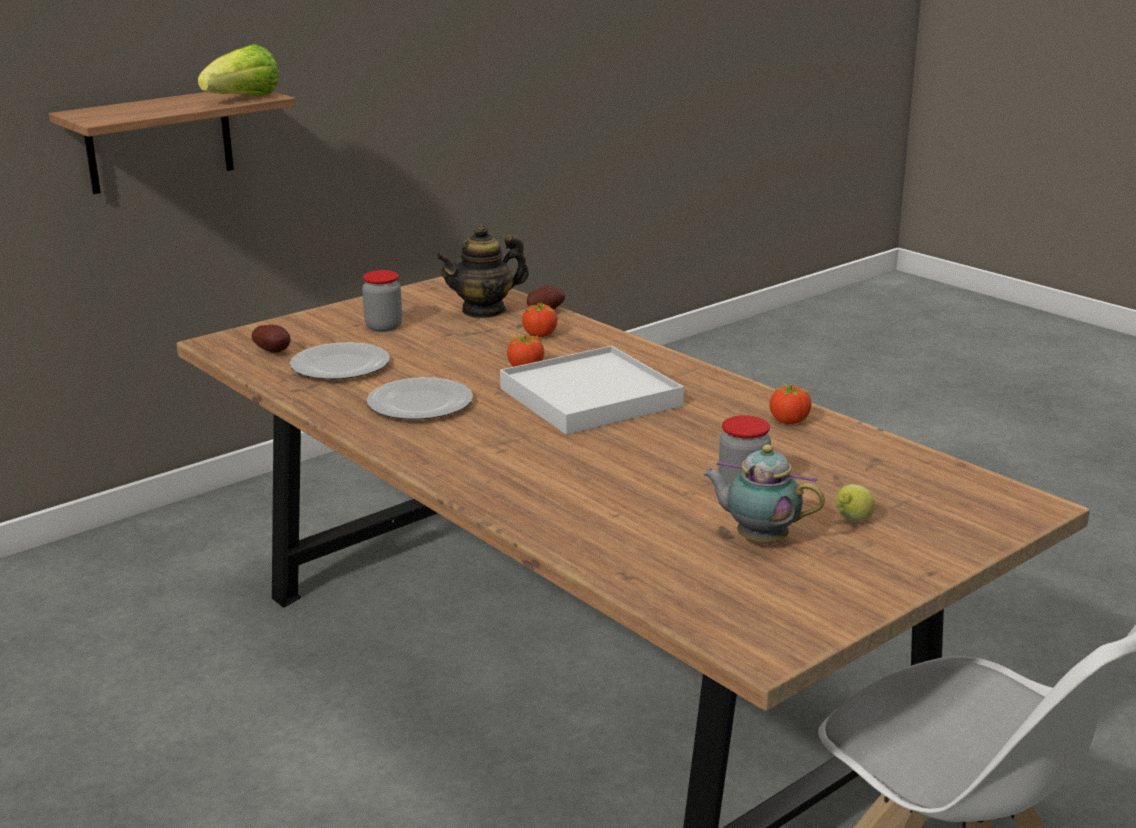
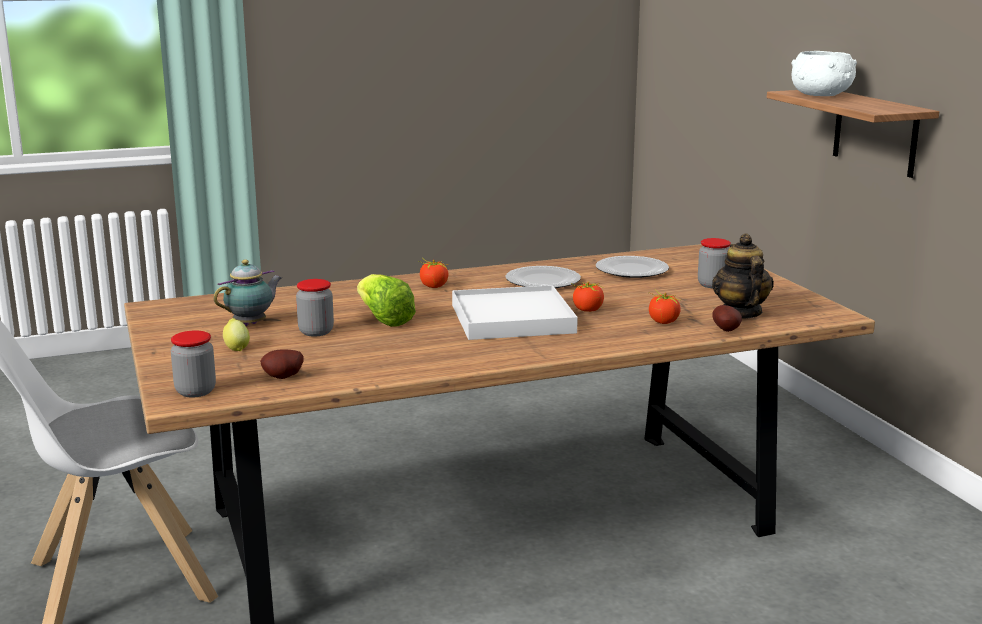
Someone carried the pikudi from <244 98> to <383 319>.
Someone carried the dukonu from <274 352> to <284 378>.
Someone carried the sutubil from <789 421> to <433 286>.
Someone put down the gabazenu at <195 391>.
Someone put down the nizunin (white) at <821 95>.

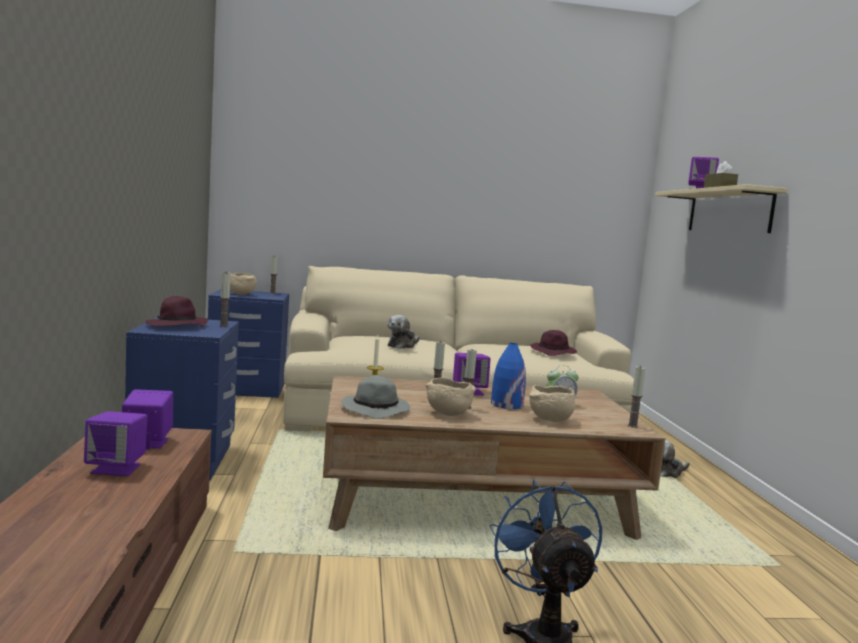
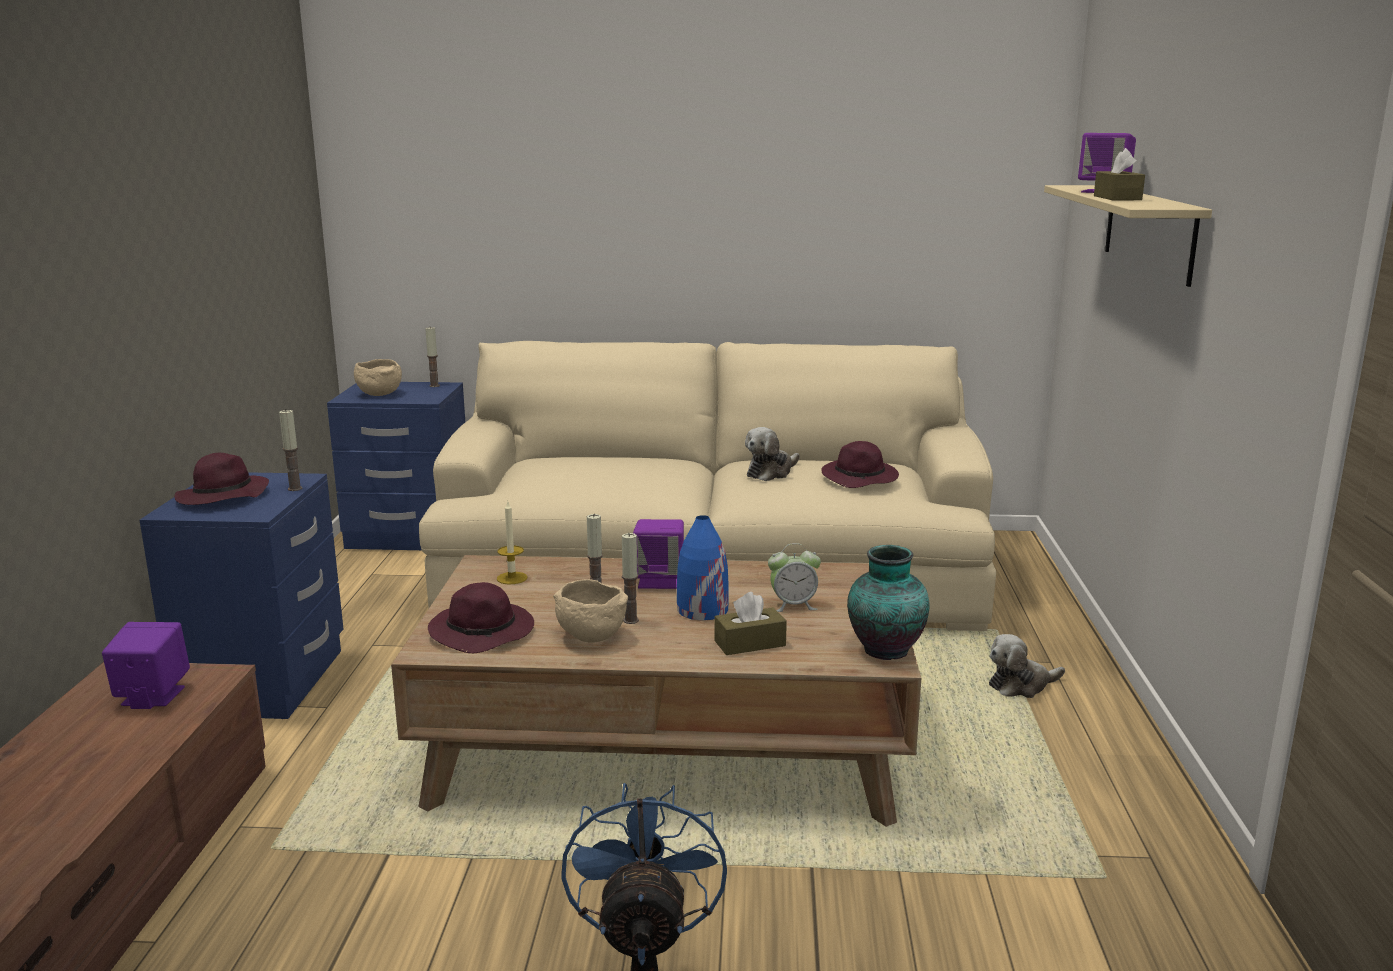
Someone took away the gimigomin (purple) at <117 468>.
Someone repainted the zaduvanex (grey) at <376 409>, which became the zaduvanex (purple) at <483 632>.
Someone carried the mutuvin from <402 345> to <771 472>.
Someone swapped the nizunin (beige) at <549 420> for the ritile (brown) at <750 643>.
Someone swapped the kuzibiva at <632 426> for the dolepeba at <884 651>.

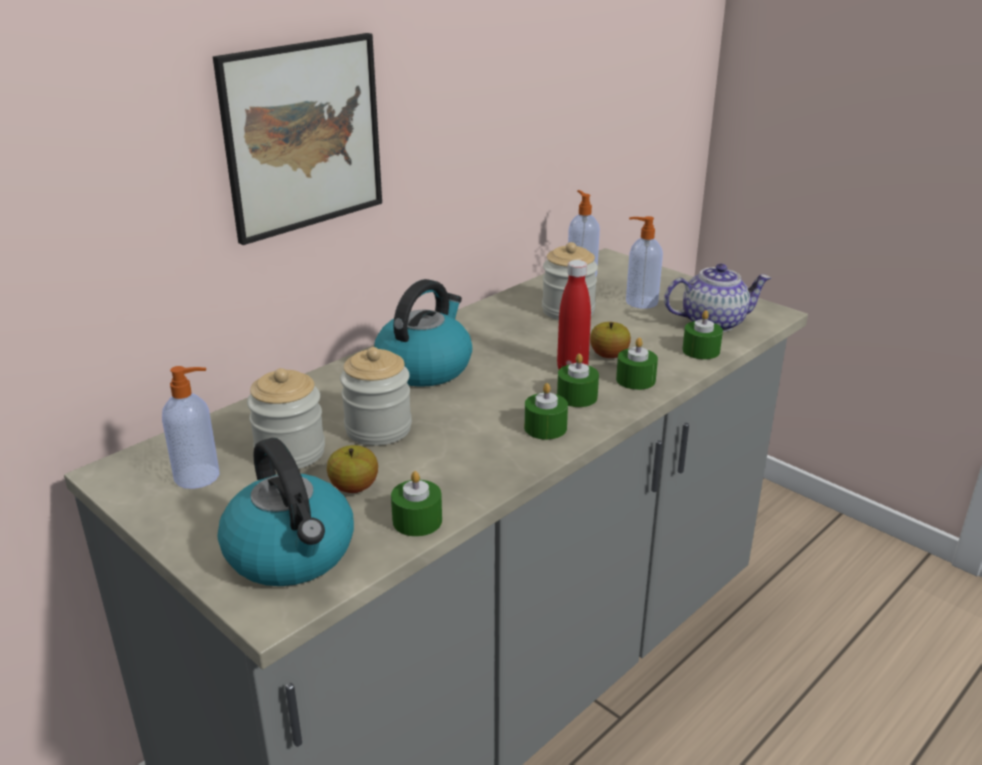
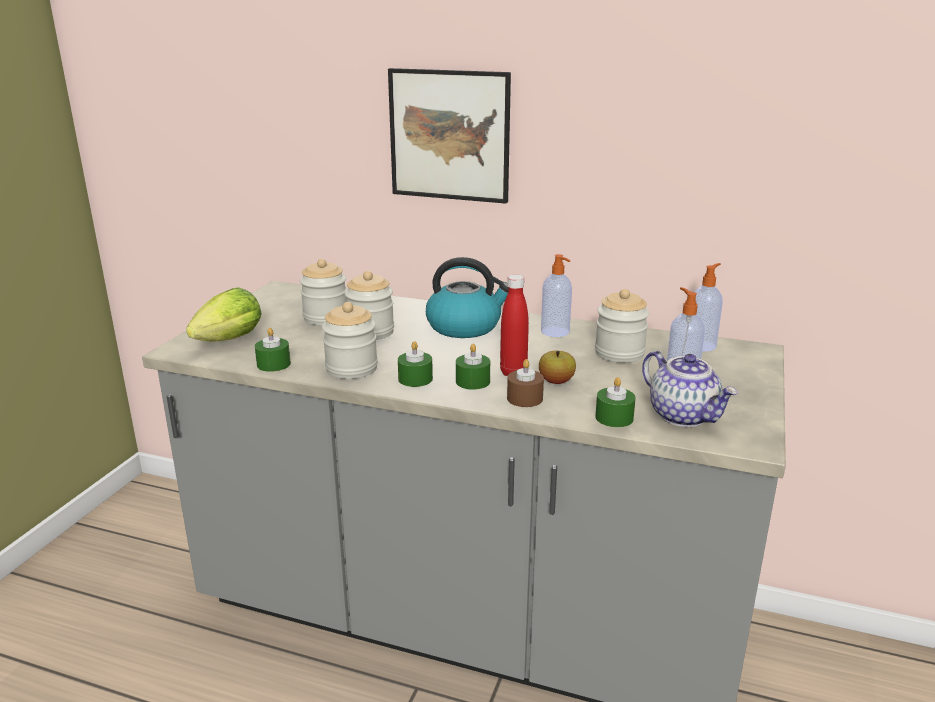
Someone carried the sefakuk from <199 476> to <555 332>.
Someone swapped the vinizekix at <292 553> for the pikudi at <225 342>.
Someone took away the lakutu at <354 487>.
Someone repainted the kuzibiva (green) at <635 380>, which became the kuzibiva (brown) at <524 398>.
Someone put down the gabazenu at <351 368>.

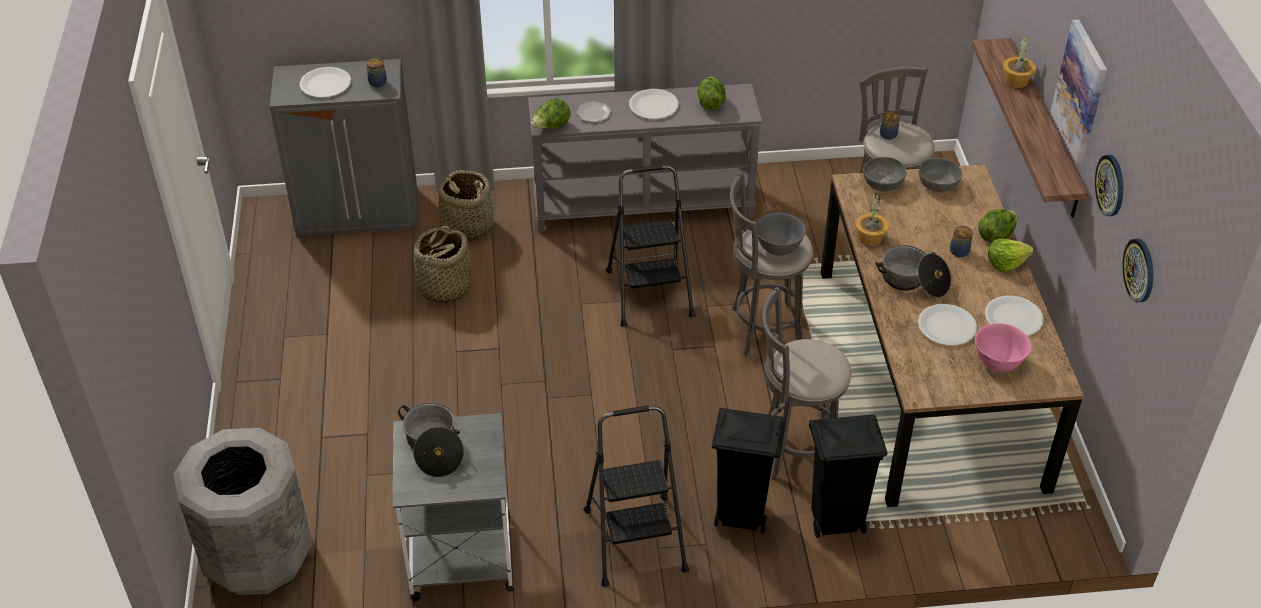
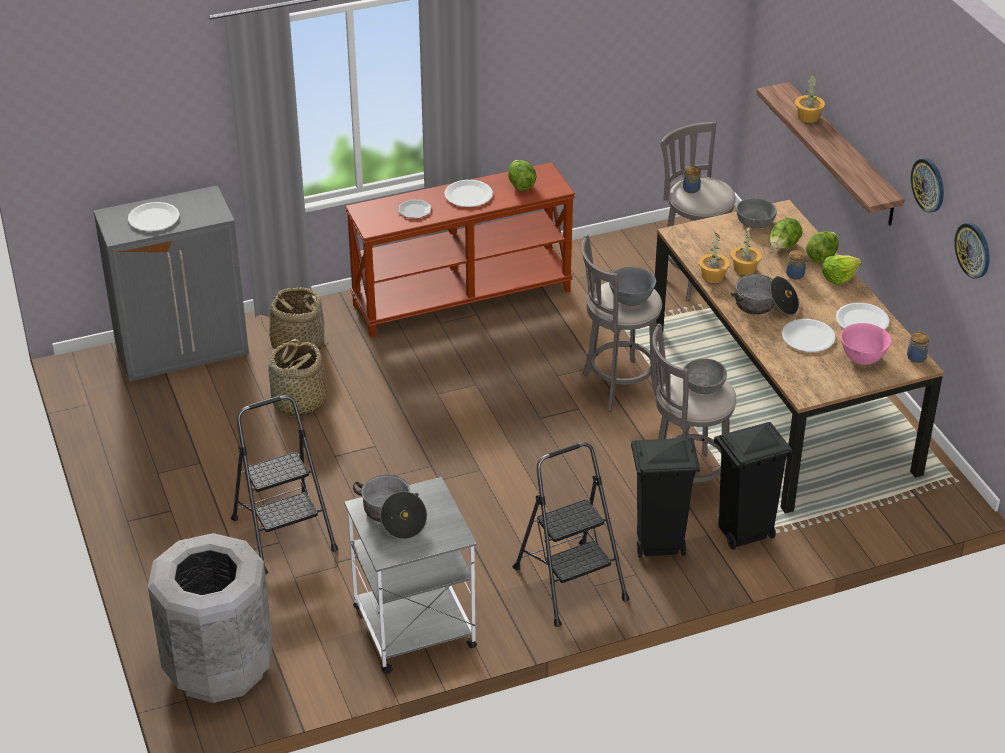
Someone carried the gabazenu from <378 83> to <917 358>.
Someone repainted the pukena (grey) at <643 204>, which became the pukena (brown) at <462 297>.
Someone carried the pikudi from <551 127> to <783 247>.
Someone carried the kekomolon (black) from <649 290> to <283 531>.
Someone carried the nizunin (grey) from <882 183> to <703 386>.
Someone took away the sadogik at <1080 91>.
Someone put down the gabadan at <745 269>.

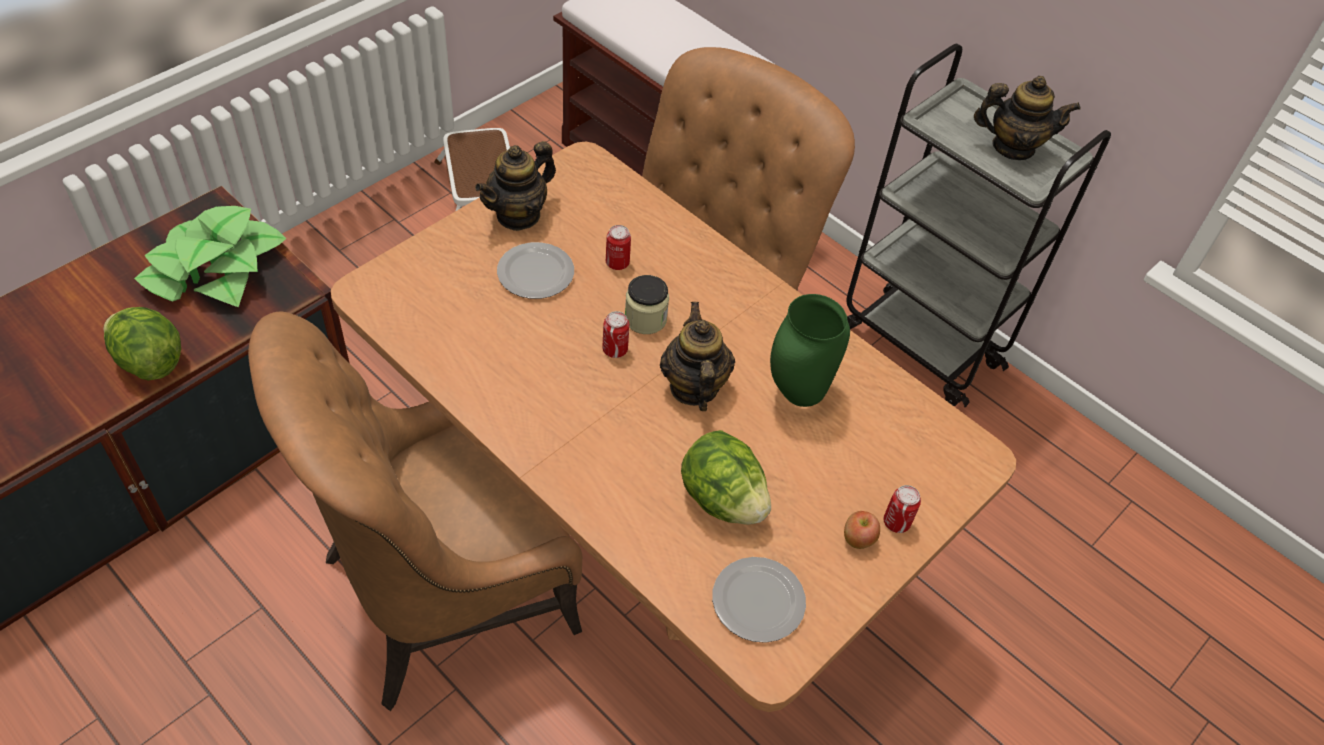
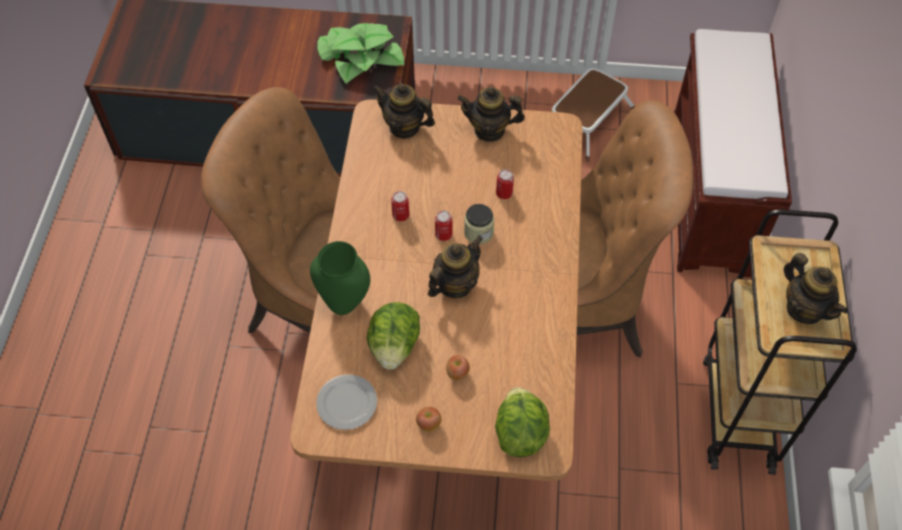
Someone carried the pikudi from <149 361> to <520 432>.
Someone took away the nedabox at <535 274>.
Someone carried the dolepeba (green) from <796 393> to <345 303>.
Someone repainted the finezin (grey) at <922 346>, which became the finezin (brown) at <738 414>.
Someone carried the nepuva from <896 522> to <400 215>.
Someone put down the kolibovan at <404 127>.
Someone put down the lakutu at <457 373>.

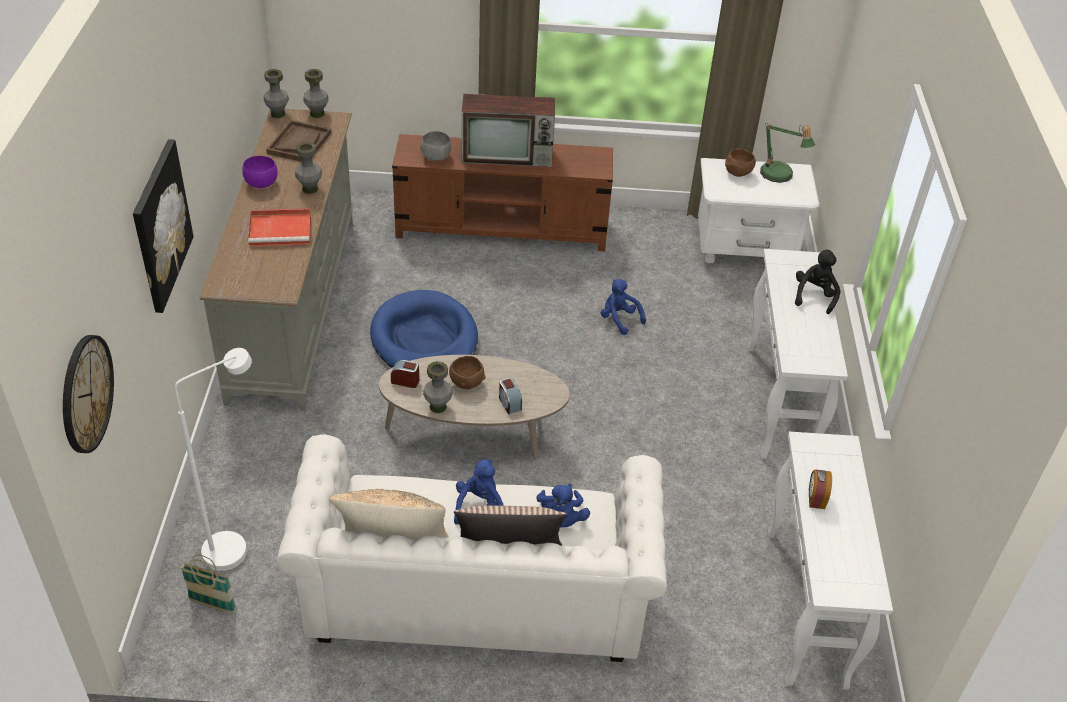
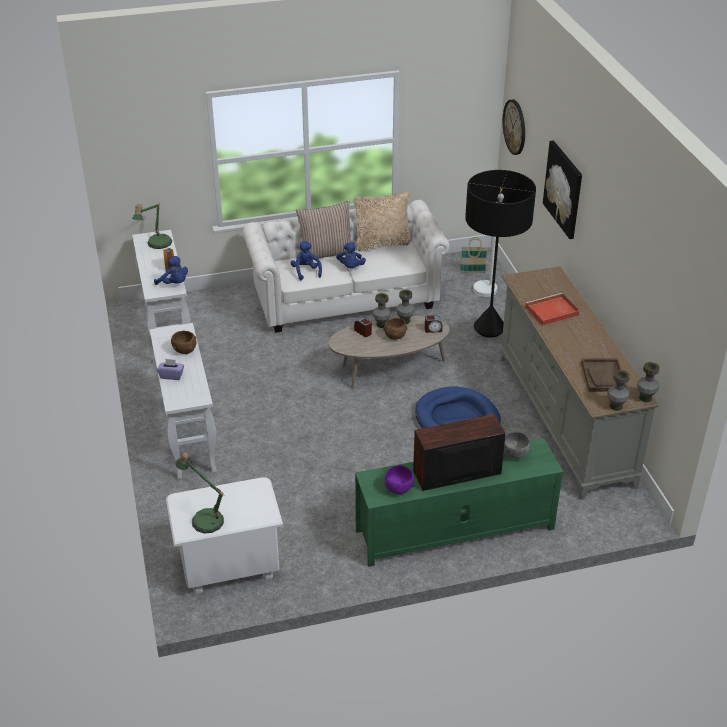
Someone carried the nizunin (purple) from <261 183> to <399 489>.
Someone carried the dolepeba (grey) from <309 189> to <381 324>.
Someone repainted the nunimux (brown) at <502 228>, which became the nunimux (green) at <454 530>.
Someone carried the mutuvin (blue) from <619 319> to <174 283>.
Someone carried the nizunin (brown) from <738 173> to <184 350>.
Someone swapped the mutuvin (black) at <814 296> for the ritile (purple) at <171 375>.
Someone put down the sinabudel at <156 244>.
Someone put down the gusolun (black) at <489 330>.

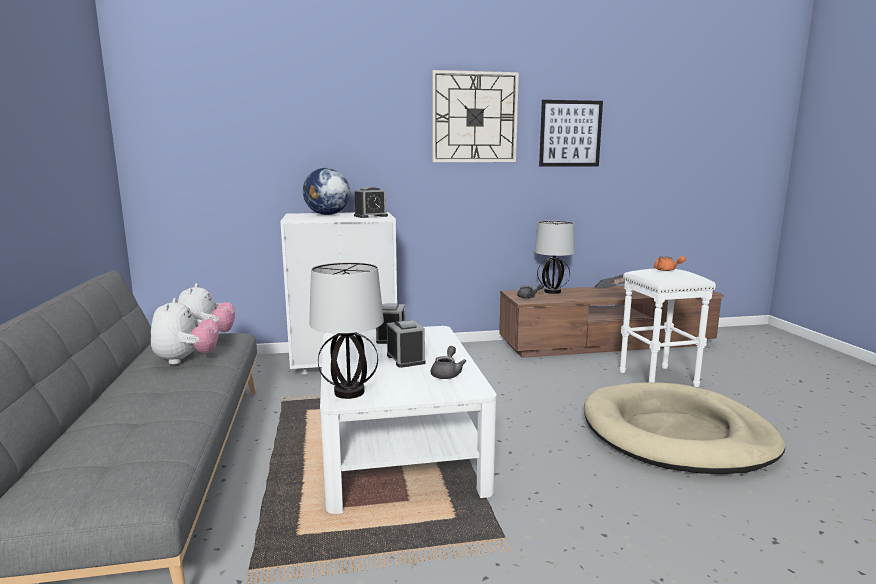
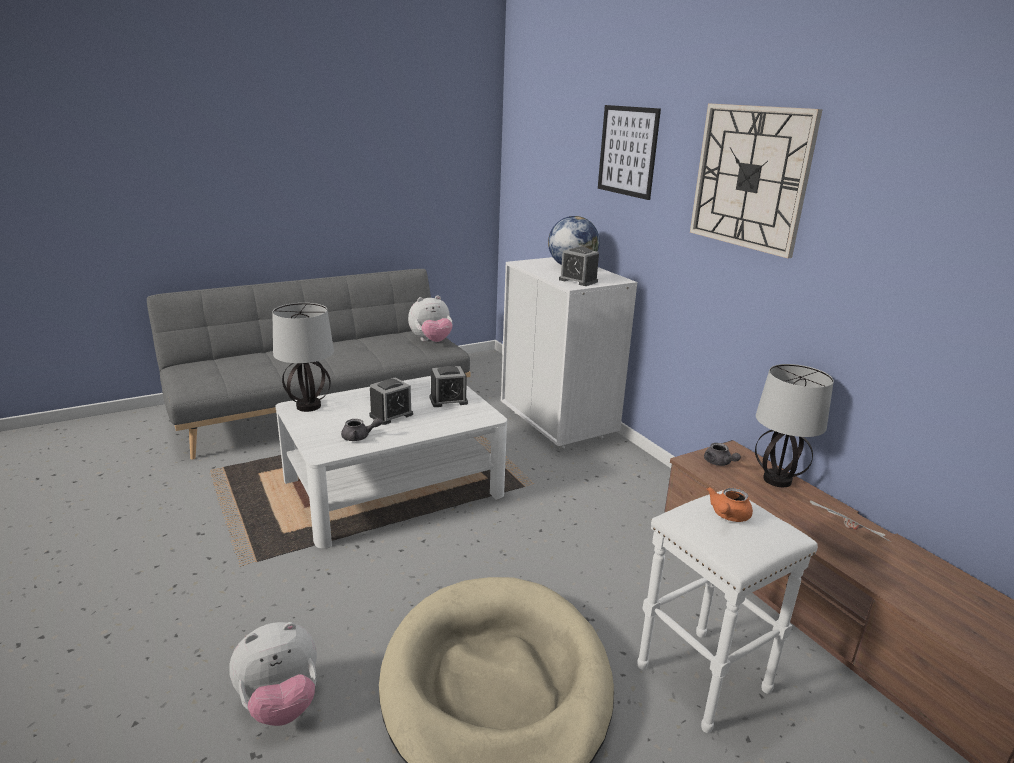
Someone carried the mutuvin from <186 360> to <280 704>.
Someone carried the sadogik from <570 133> to <627 151>.

